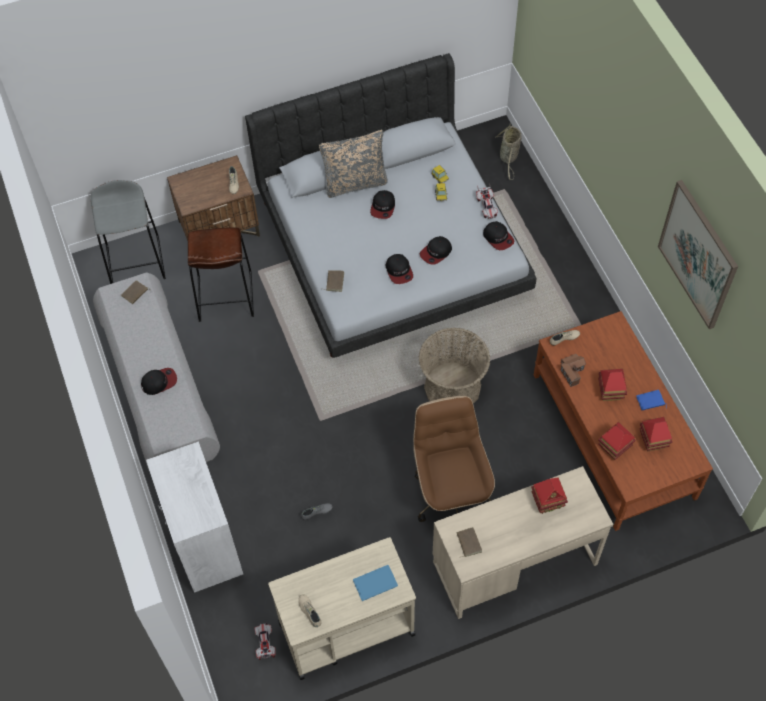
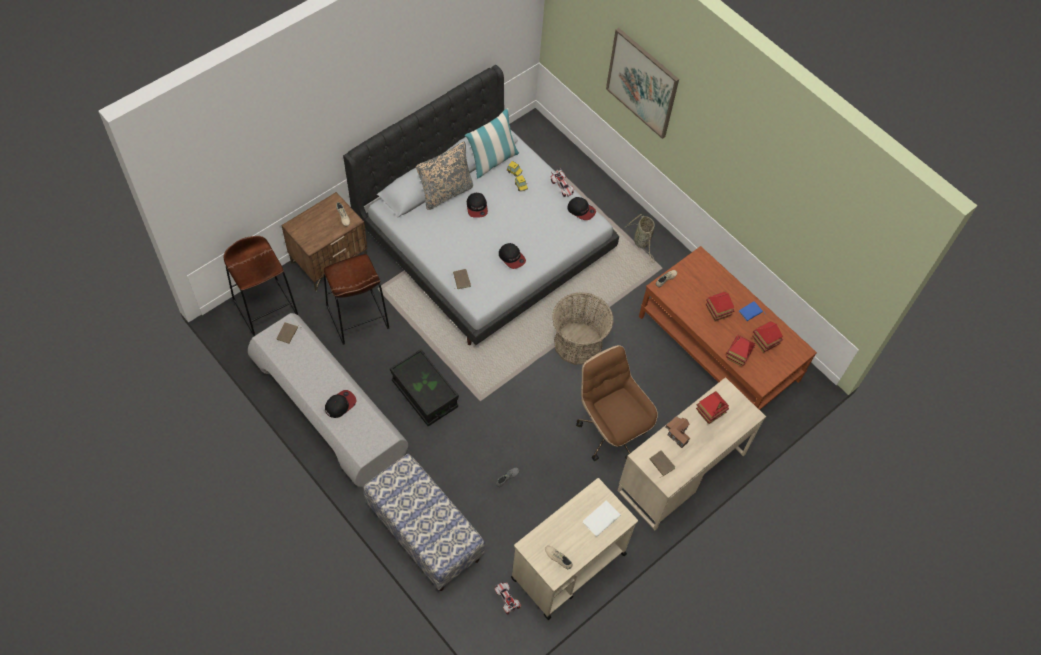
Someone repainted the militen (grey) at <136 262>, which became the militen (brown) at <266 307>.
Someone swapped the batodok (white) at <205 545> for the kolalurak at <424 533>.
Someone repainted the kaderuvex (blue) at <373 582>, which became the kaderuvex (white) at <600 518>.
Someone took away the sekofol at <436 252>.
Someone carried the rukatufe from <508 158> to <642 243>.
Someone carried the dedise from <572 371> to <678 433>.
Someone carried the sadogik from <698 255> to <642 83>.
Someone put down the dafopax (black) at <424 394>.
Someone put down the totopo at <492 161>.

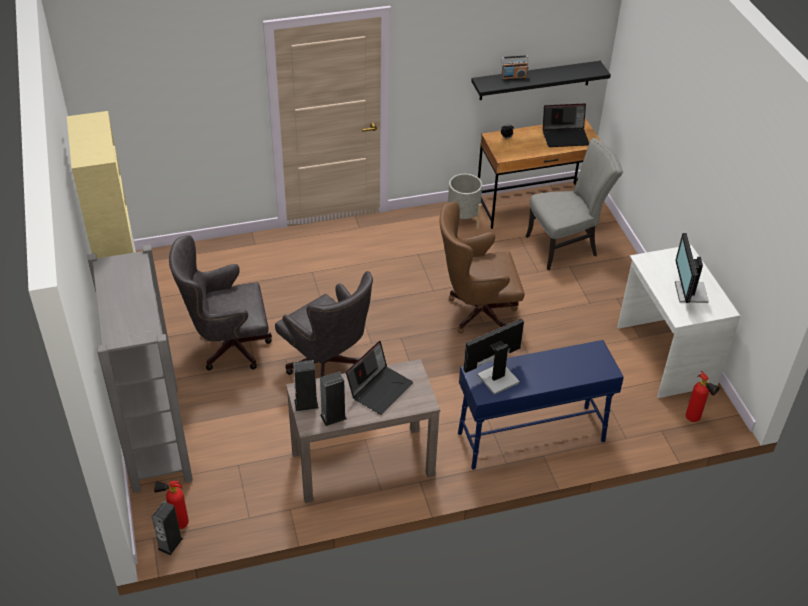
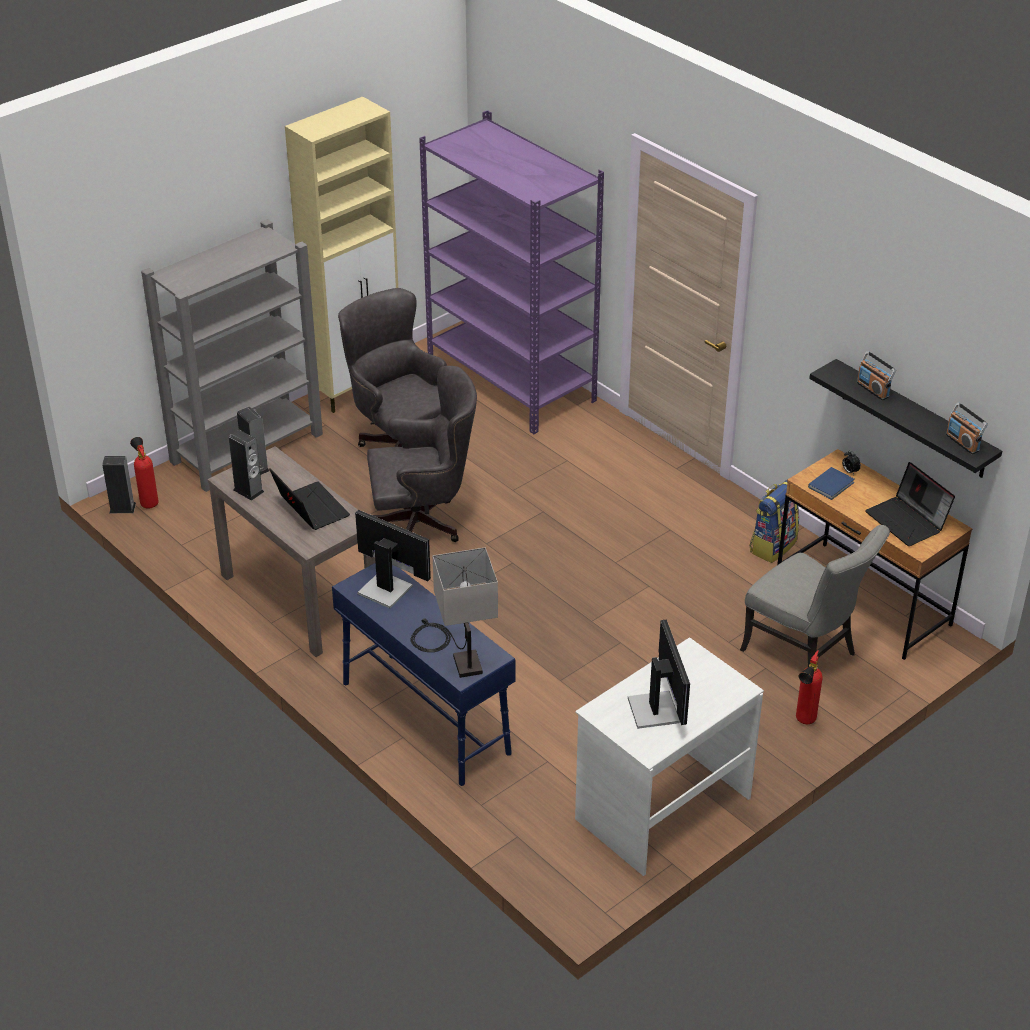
Someone rotated the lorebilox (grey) at <327 367> by 120 degrees counterclockwise.
Someone rotated the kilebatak at <380 388> by 135 degrees counterclockwise.
Someone took away the lorebilox (brown) at <476 313>.
Someone swapped the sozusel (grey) at <463 219> for the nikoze at <772 545>.
Someone rotated the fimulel at <689 293> by 105 degrees clockwise.
Someone carried the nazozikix from <695 420> to <803 722>.
Someone put down the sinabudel at <453 652>.
Someone put down the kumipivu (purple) at <511 382>.
Someone put down the kaderuvex (blue) at <832 485>.
Someone put down the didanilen at <962 442>.

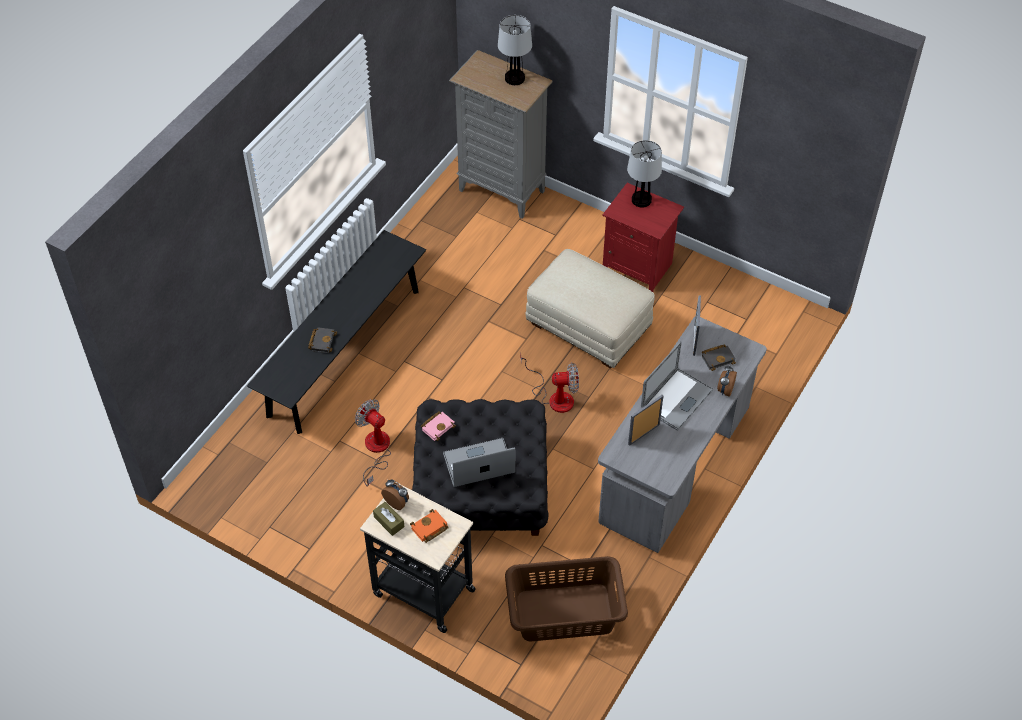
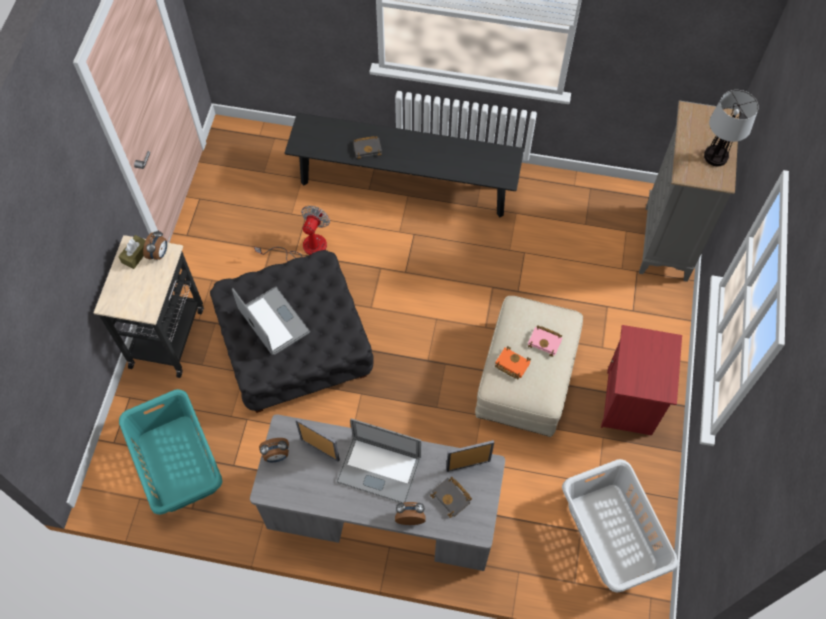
Someone carried the kaderuvex (orange) from <429 529> to <511 364>.
Someone carried the kaderuvex (pink) from <438 426> to <546 341>.
Someone repainted the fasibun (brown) at <565 613>, which became the fasibun (turquoise) at <177 464>.
Someone took away the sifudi at <554 396>.
Someone took away the sinabudel at <641 199>.
Someone put down the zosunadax at <276 456>.
Someone put down the fasibun (grey) at <612 533>.

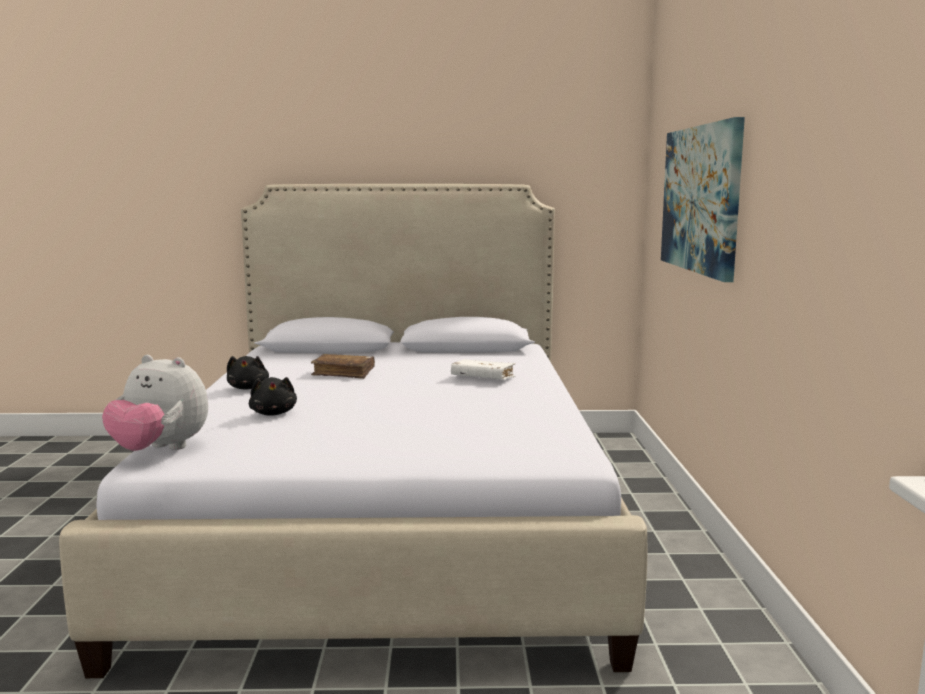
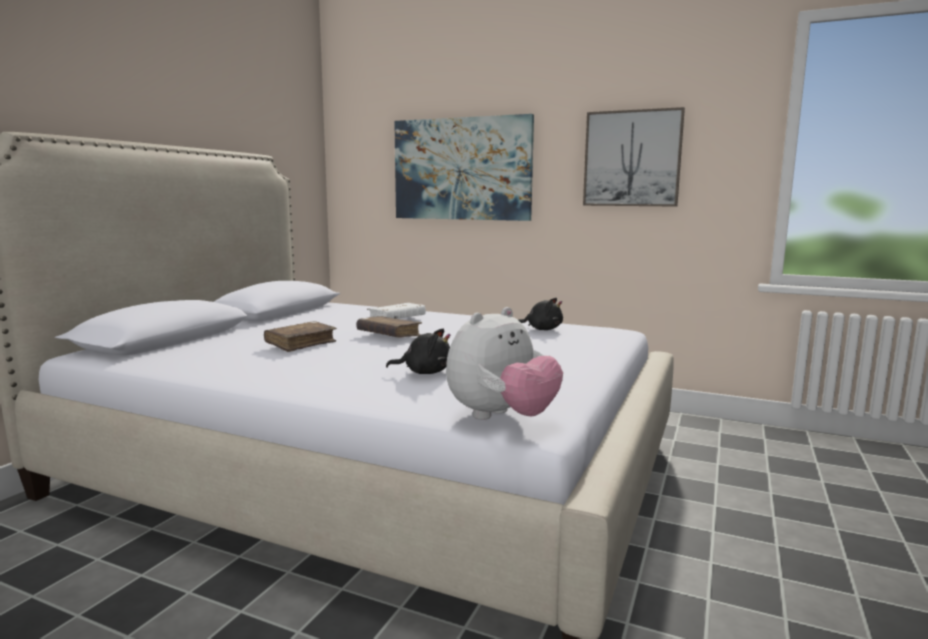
Someone carried the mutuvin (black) from <248 388> to <542 329>.
Someone put down the kaderuvex (brown) at <389 335>.
Someone put up the sadogik at <632 159>.

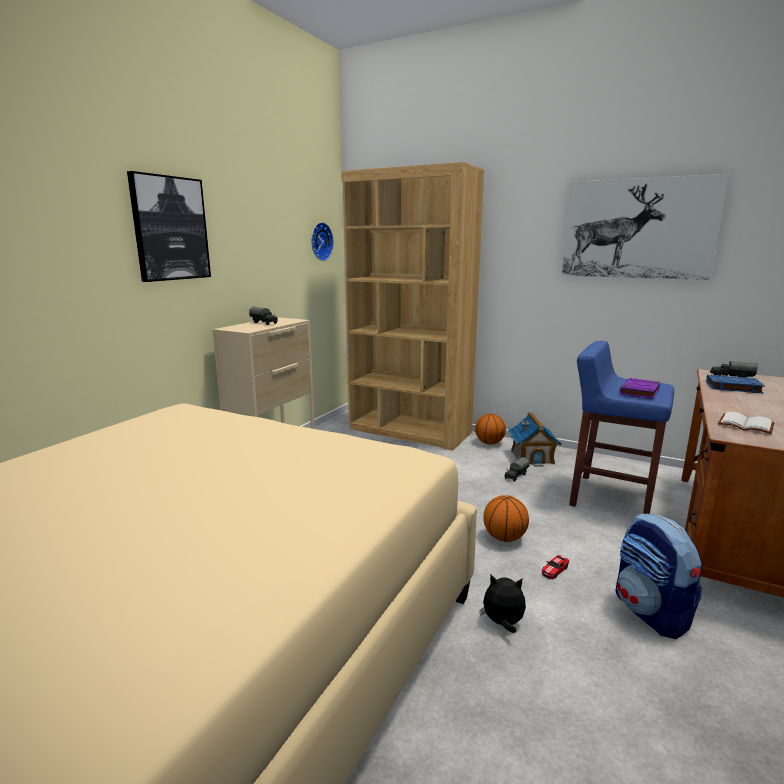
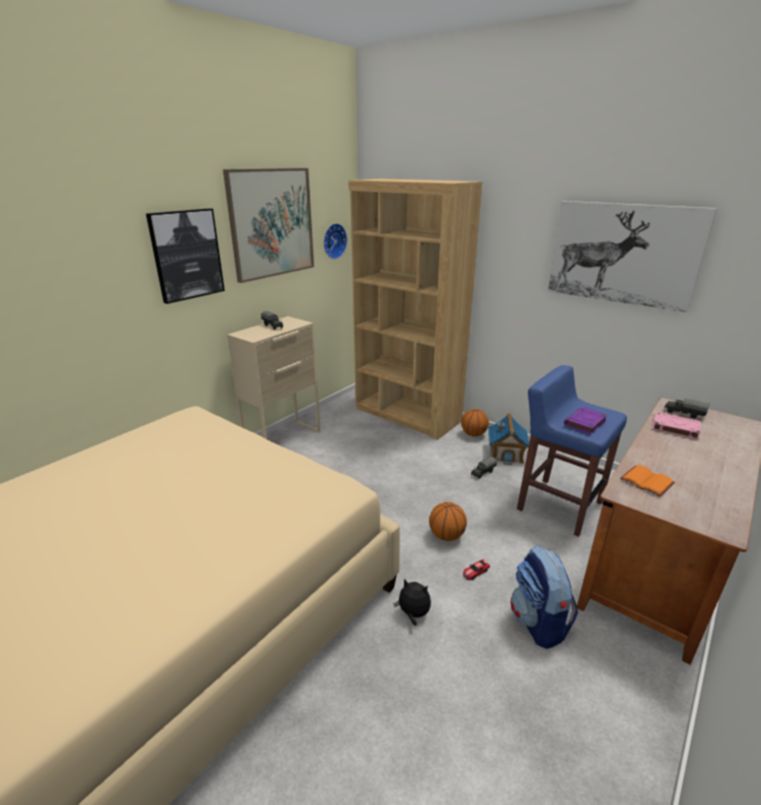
Someone repainted the kaderuvex (blue) at <732 387>, which became the kaderuvex (pink) at <674 428>.
Someone repainted the kaderuvex (white) at <746 425>, which became the kaderuvex (orange) at <648 481>.
Someone put up the sadogik at <272 223>.

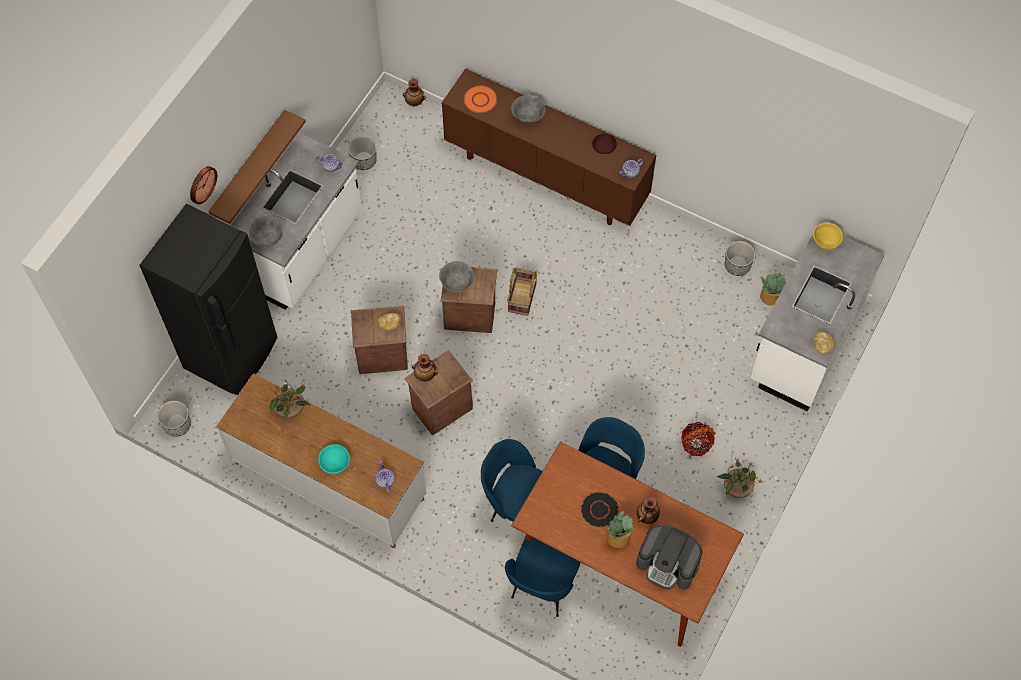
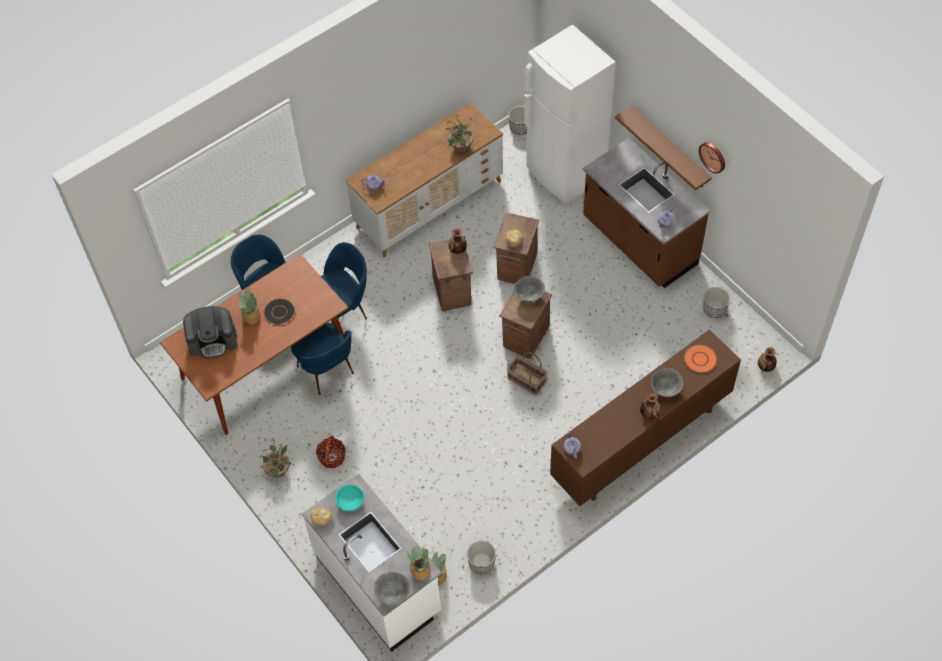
Someone repainted the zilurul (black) at <231 354>, which became the zilurul (white) at <565 173>.
Someone carried the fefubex from <201 184> to <713 156>.
Someone repainted the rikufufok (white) at <304 251>, which became the rikufufok (brown) at <638 243>.
Someone carried the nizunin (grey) from <268 239> to <392 594>.
Someone carried the nizunin (turquoise) from <335 462> to <351 502>.
Someone took away the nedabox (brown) at <604 145>.
Someone rotated the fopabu at <668 563> by 150 degrees counterclockwise.
Someone carried the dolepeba from <647 516> to <649 413>.
Someone swapped the nizunin (yellow) at <826 241> for the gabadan at <420 570>.

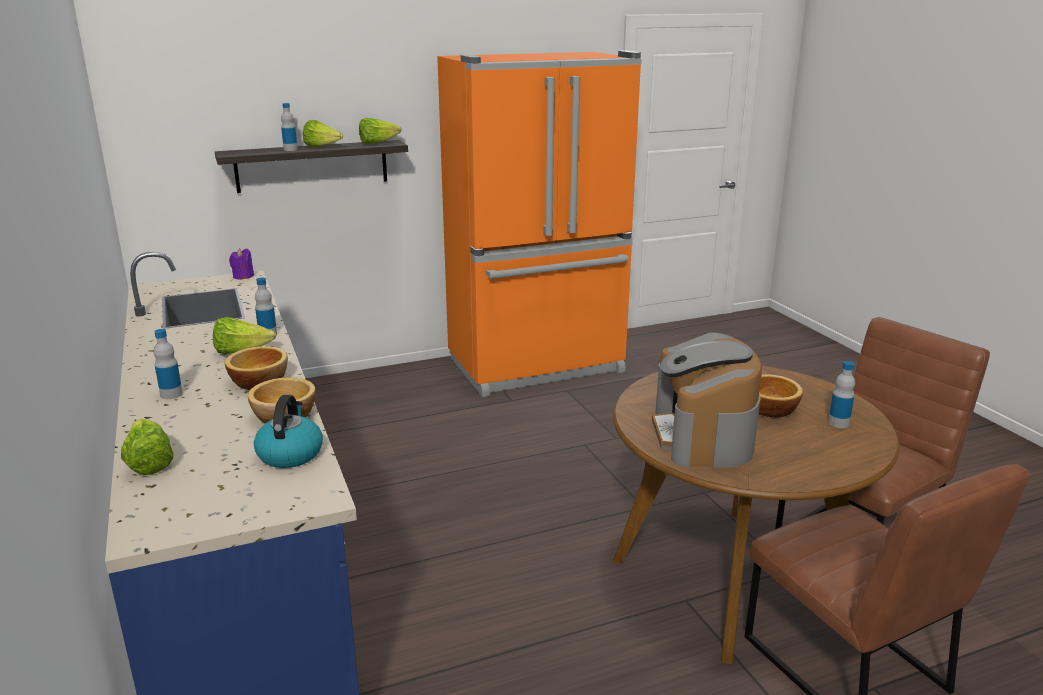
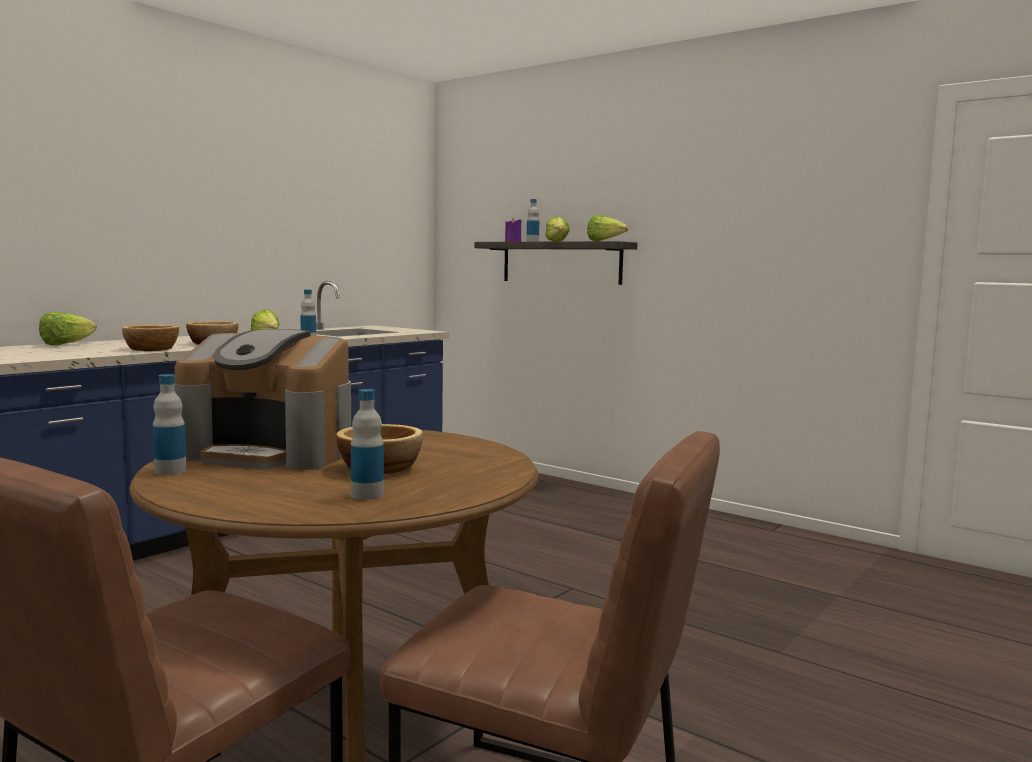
Someone carried the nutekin from <171 394> to <170 471>.
Someone carried the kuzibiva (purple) from <243 276> to <513 242>.
Someone took away the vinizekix at <290 454>.
Someone took away the zilurul (orange) at <538 366>.
Someone rotated the fopabu at <703 436> by 135 degrees counterclockwise.

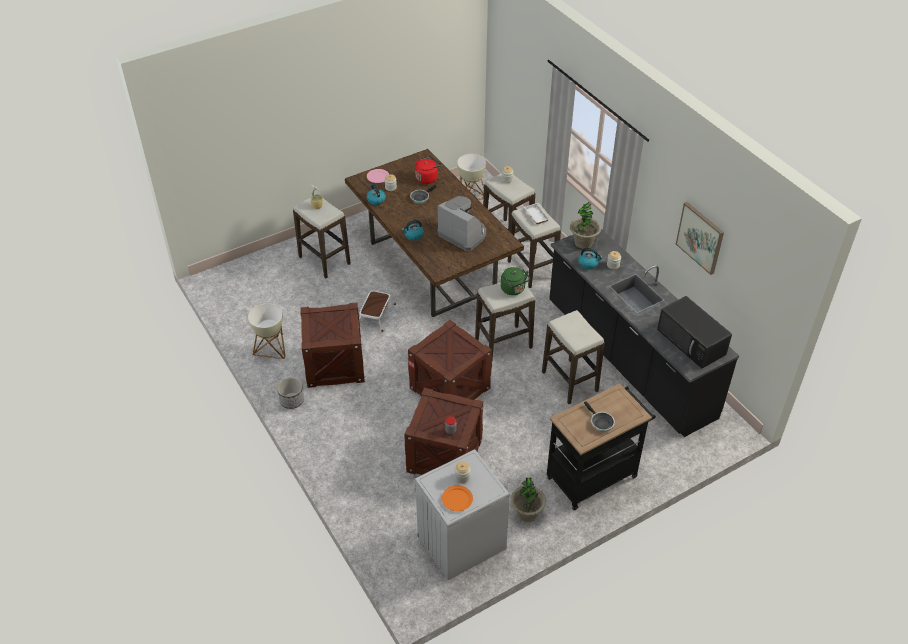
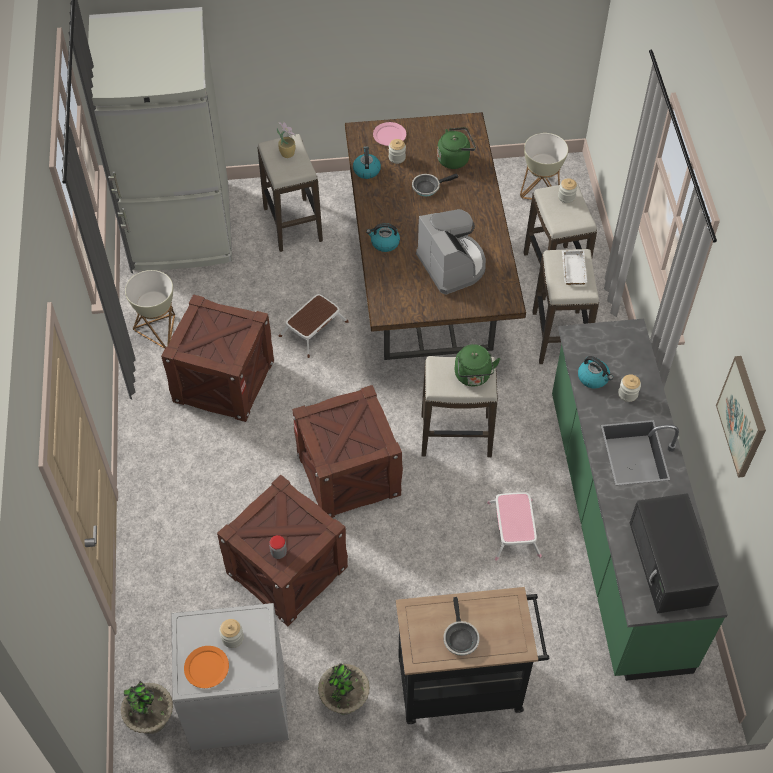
Someone took away the sozusel at <292 401>.
Someone repainted the vinizekix (red) at <427 178>, which became the vinizekix (green) at <455 159>.
Someone swapped the militen at <569 381> for the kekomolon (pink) at <513 529>.
Someone repainted the rikufufok (black) at <628 360>, which became the rikufufok (green) at <615 528>.
Someone carried the gabadan from <583 243> to <152 719>.
Someone put down the zilurul (white) at <180 227>.

